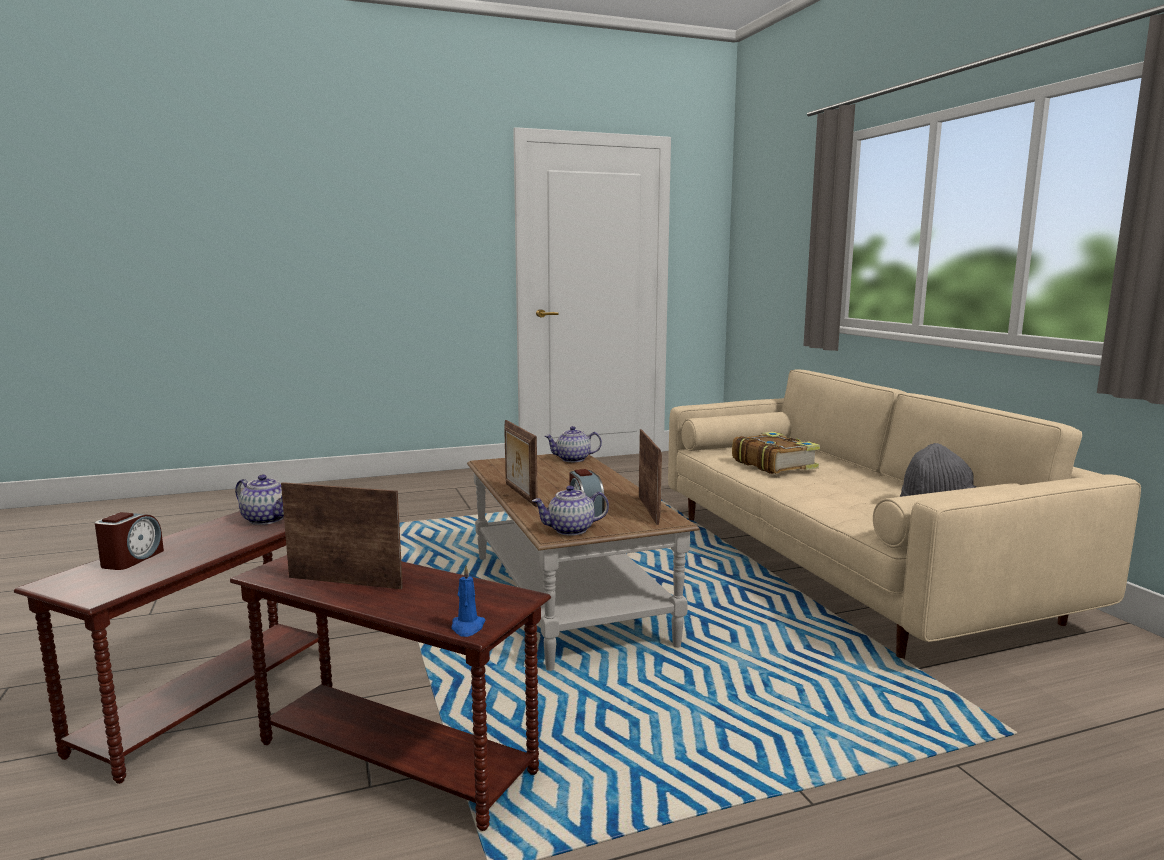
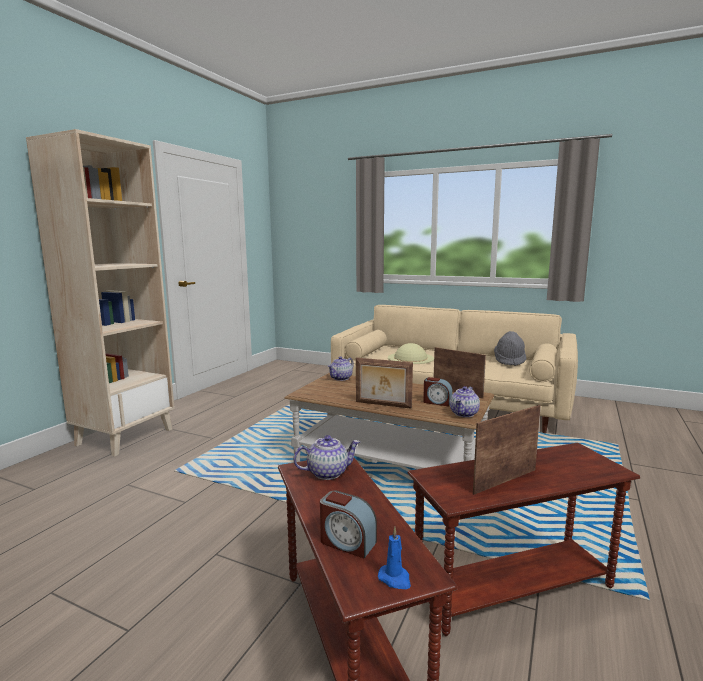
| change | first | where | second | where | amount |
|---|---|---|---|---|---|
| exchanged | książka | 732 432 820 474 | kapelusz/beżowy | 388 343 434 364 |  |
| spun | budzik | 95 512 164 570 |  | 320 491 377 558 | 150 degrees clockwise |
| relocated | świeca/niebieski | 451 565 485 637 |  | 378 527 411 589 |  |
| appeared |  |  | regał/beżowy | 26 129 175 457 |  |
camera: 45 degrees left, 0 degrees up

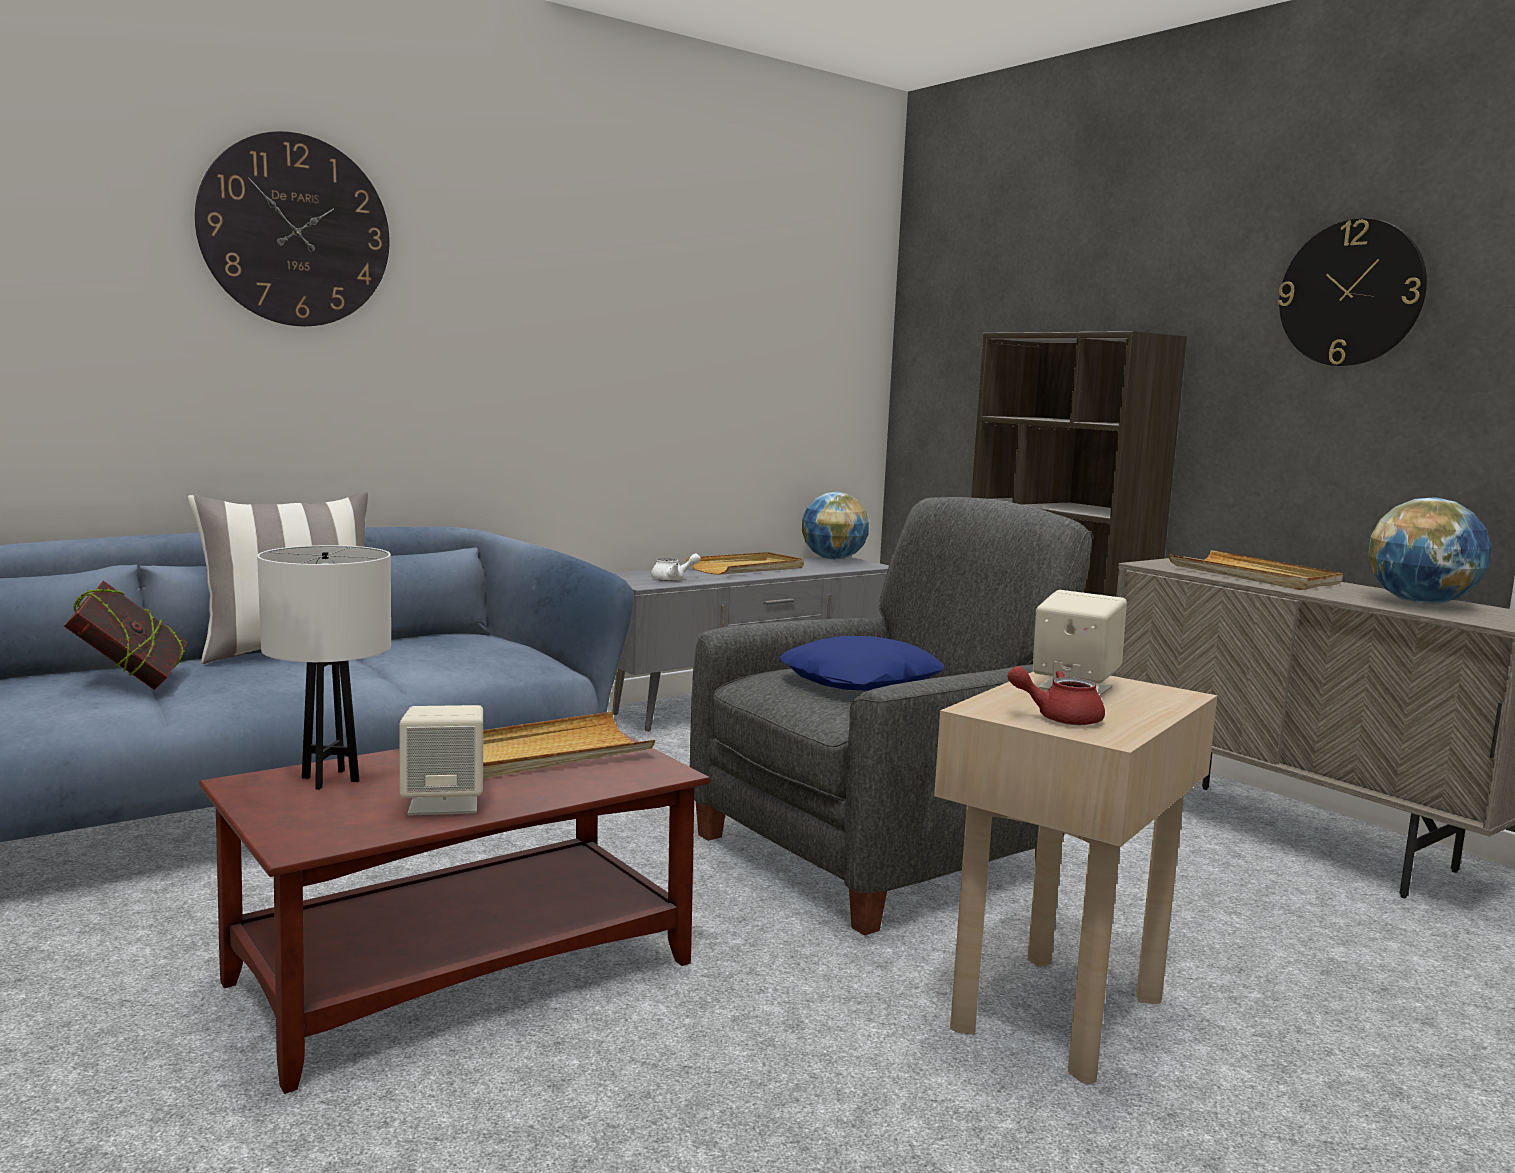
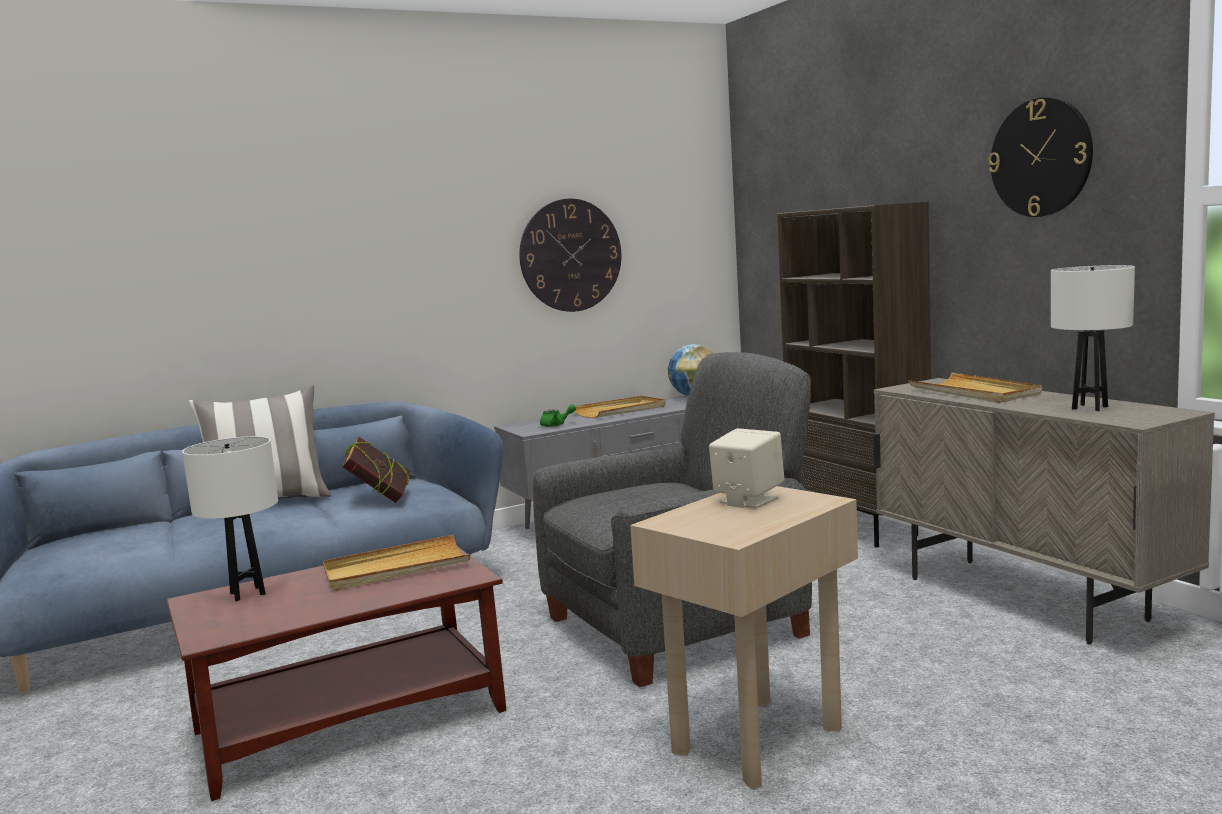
| change | first | where | second | where | amount |
|---|---|---|---|---|---|
| relocated | zegar ścienny | 195 131 390 326 |  | 519 198 621 312 |  |
| exchanged | globus | 1368 497 1492 604 | lampa stołowa/biały | 1051 265 1135 411 |  |
| colour | imbryk/biały | 651 554 701 581 | imbryk/zielony | 540 404 576 427 |  |
| relocated | książka | 64 580 188 690 |  | 342 437 410 503 |  |
| missing | poduszka/niebieski | 779 636 944 691 |  |  |  |
| missing | imbryk/czerwony | 1007 666 1105 725 |  |  |  |
| missing | głośnik/beżowy | 400 705 483 815 |  |  |  |
camera: 10 degrees right, 0 degrees up

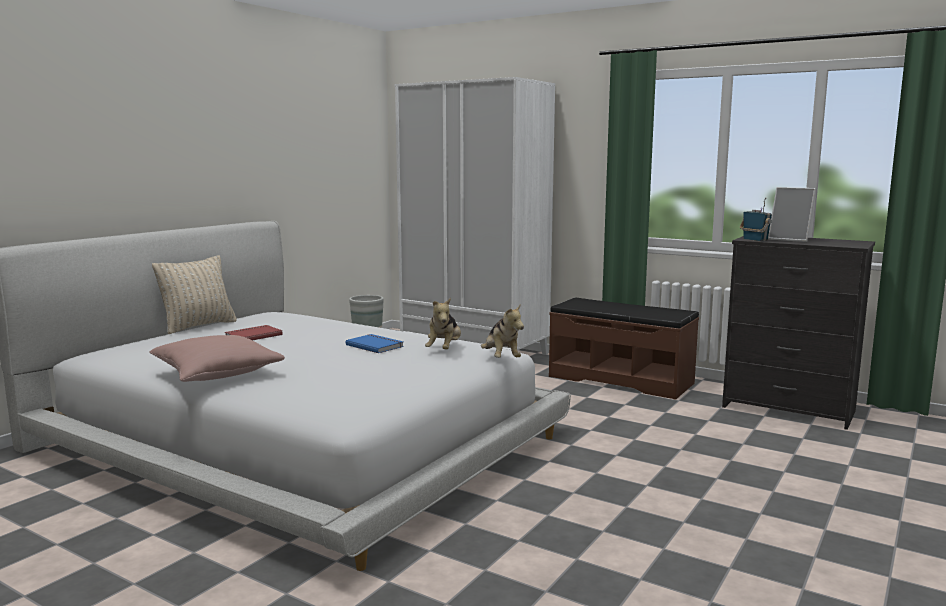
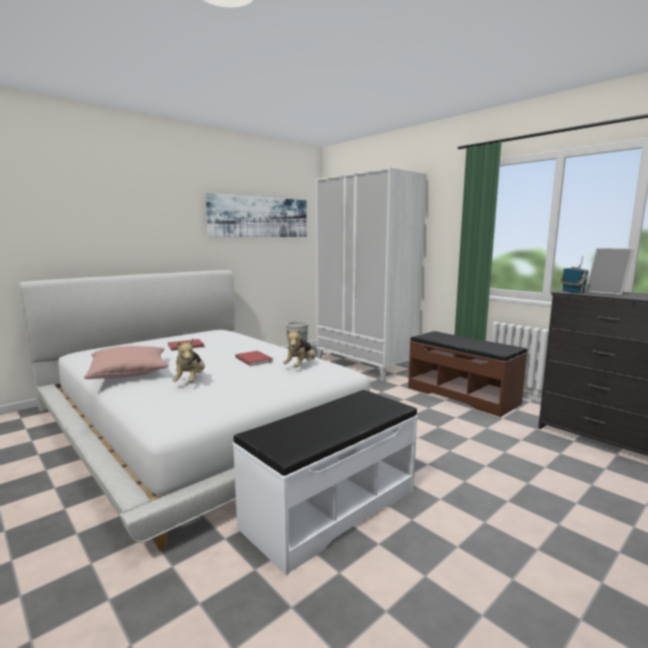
| change | first | where | second | where | amount |
|---|---|---|---|---|---|
| missing | poduszka/beżowy | 152 255 237 334 |  |  |  |
| relocated | pluszak | 481 304 524 358 |  | 173 339 205 383 |  |
| colour | książka/niebieski | 346 334 404 353 | książka/czerwony | 235 351 273 366 |  |
| appeared |  |  | obraz | 205 193 307 237 |  |
| appeared |  |  | ławka/biały | 233 390 418 575 |  |
camera: 15 degrees right, 0 degrees up

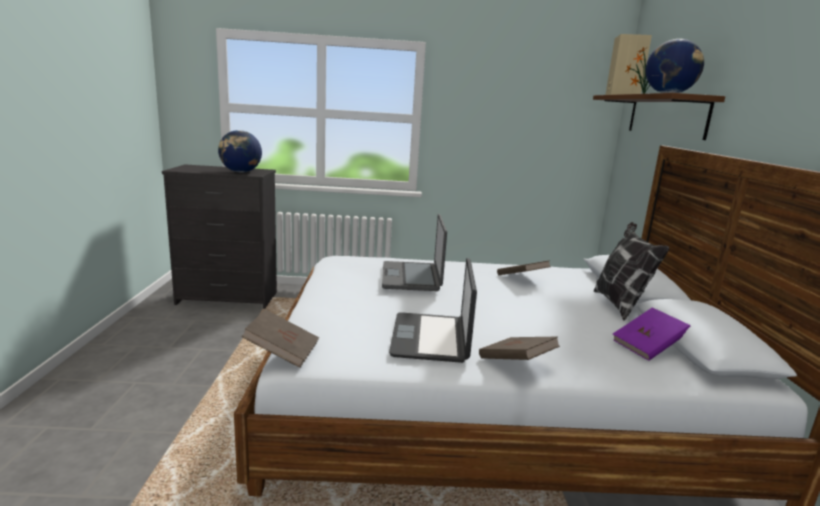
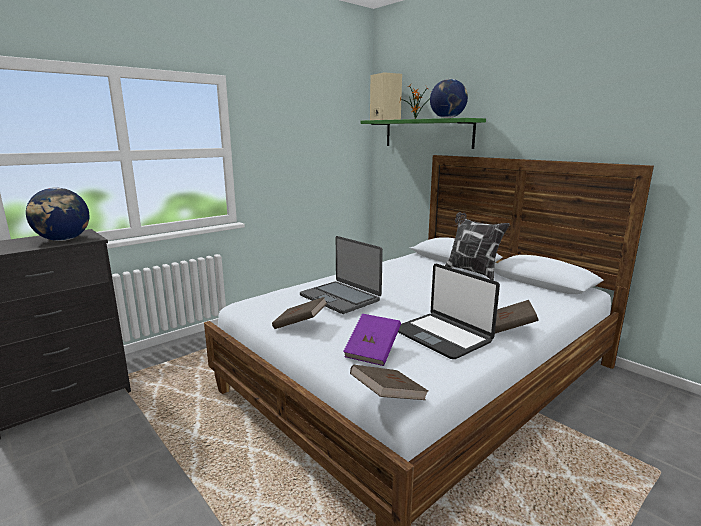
| change | first | where | second | where | amount |
|---|---|---|---|---|---|
| colour | półka/brązowy | 593 93 725 140 | półka/zielony | 361 118 486 149 |  |
| relocated | książka/brązowy | 497 260 550 275 |  | 272 297 327 329 |  |
| relocated | książka/fioletowy | 613 307 690 361 |  | 343 314 401 366 |  |
camera: 40 degrees left, 0 degrees up

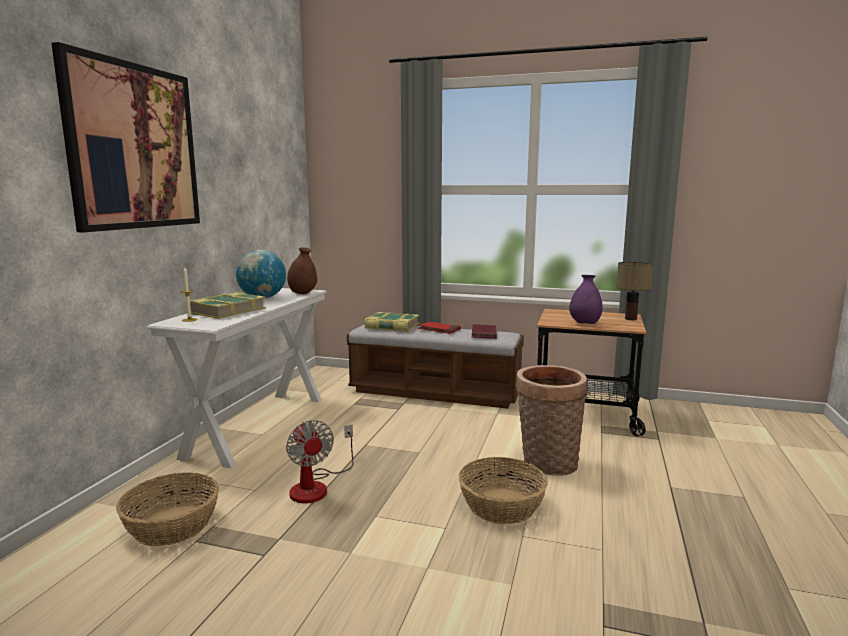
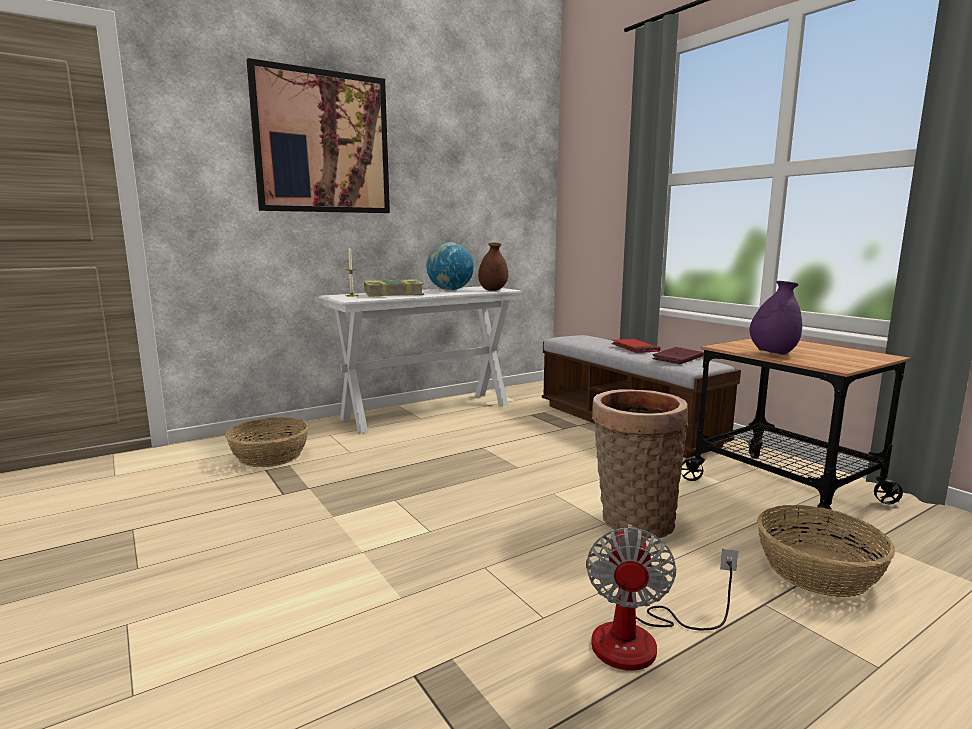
| change | first | where | second | where | amount |
|---|---|---|---|---|---|
| missing | lampa stołowa | 616 262 653 320 |  |  |  |
| missing | książka | 364 312 419 332 |  |  |  |
| relocated | wentylator | 286 420 353 503 |  | 586 524 739 671 |  |
| relocated | koszyk | 459 457 548 524 |  | 757 505 896 597 |  |
camera: 40 degrees right, 0 degrees up

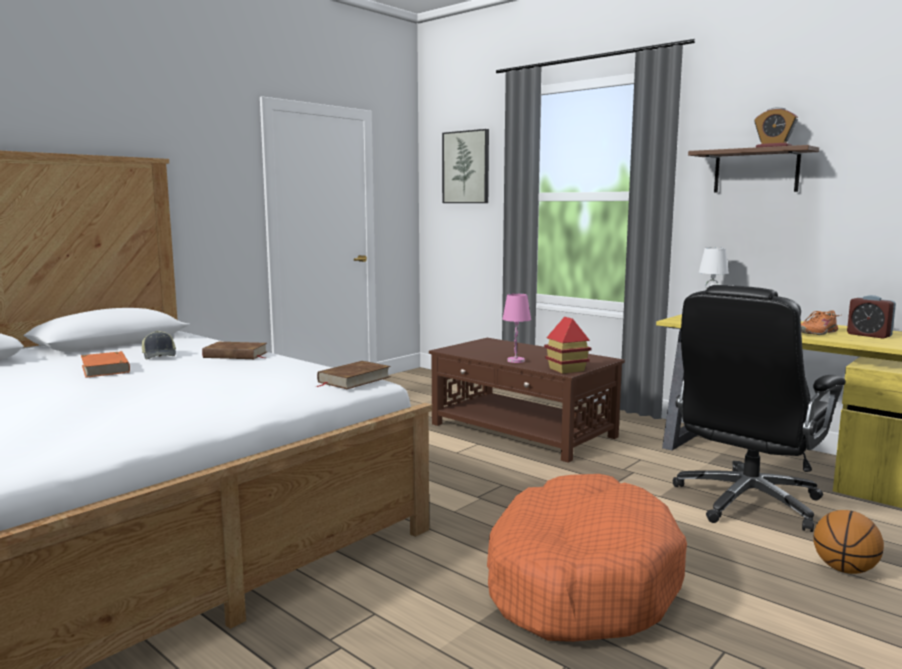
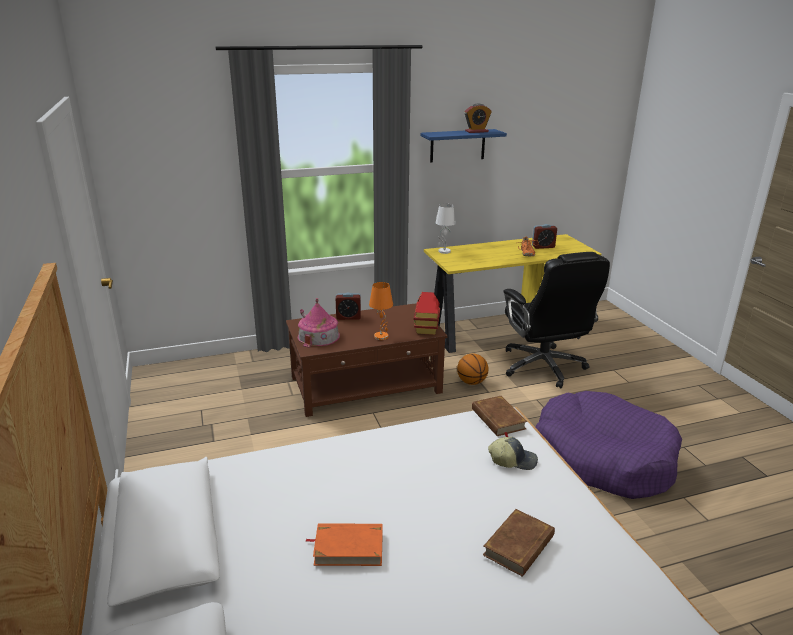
| change | first | where | second | where | amount |
|---|---|---|---|---|---|
| missing | obraz | 442 129 489 203 |  |  |  |
| colour | półka/brązowy | 688 145 819 193 | półka/niebieski | 421 129 507 162 |  |
| colour | lampa stołowa/różowy | 503 293 531 363 | lampa stołowa/pomarańczowy | 369 282 393 340 |  |
| relocated | czapka z daszkiem | 142 331 176 359 |  | 488 437 538 470 |  |
| relocated | książka/brązowy | 202 342 267 359 |  | 483 509 555 577 |  |
| colour | legowisko/pomarańczowy | 487 474 687 642 | legowisko/fioletowy | 535 391 682 499 |  |
| relocated | piłka do koszykówki | 813 510 884 574 |  | 457 354 489 385 |  |
| appeared |  |  | budzik | 336 293 361 320 |  |
| appeared |  |  | domek | 298 298 340 348 |  |
camera: 60 degrees left, 15 degrees up

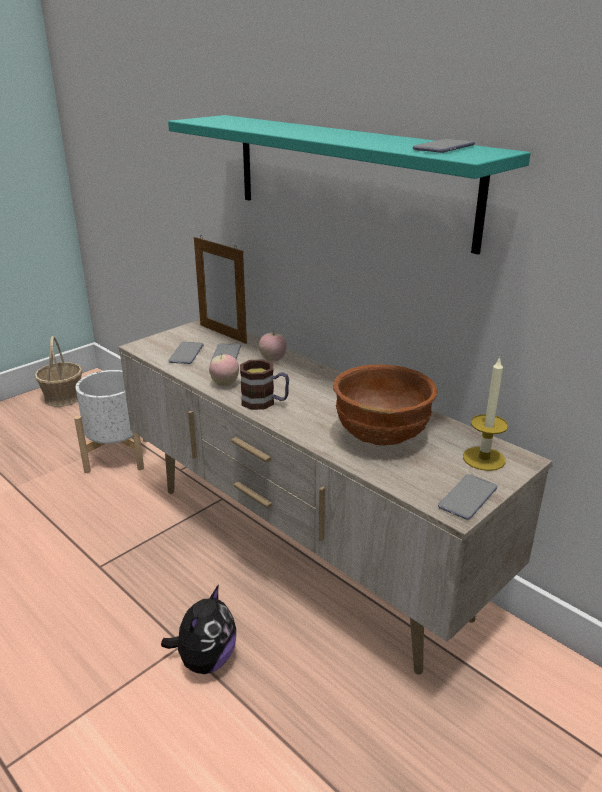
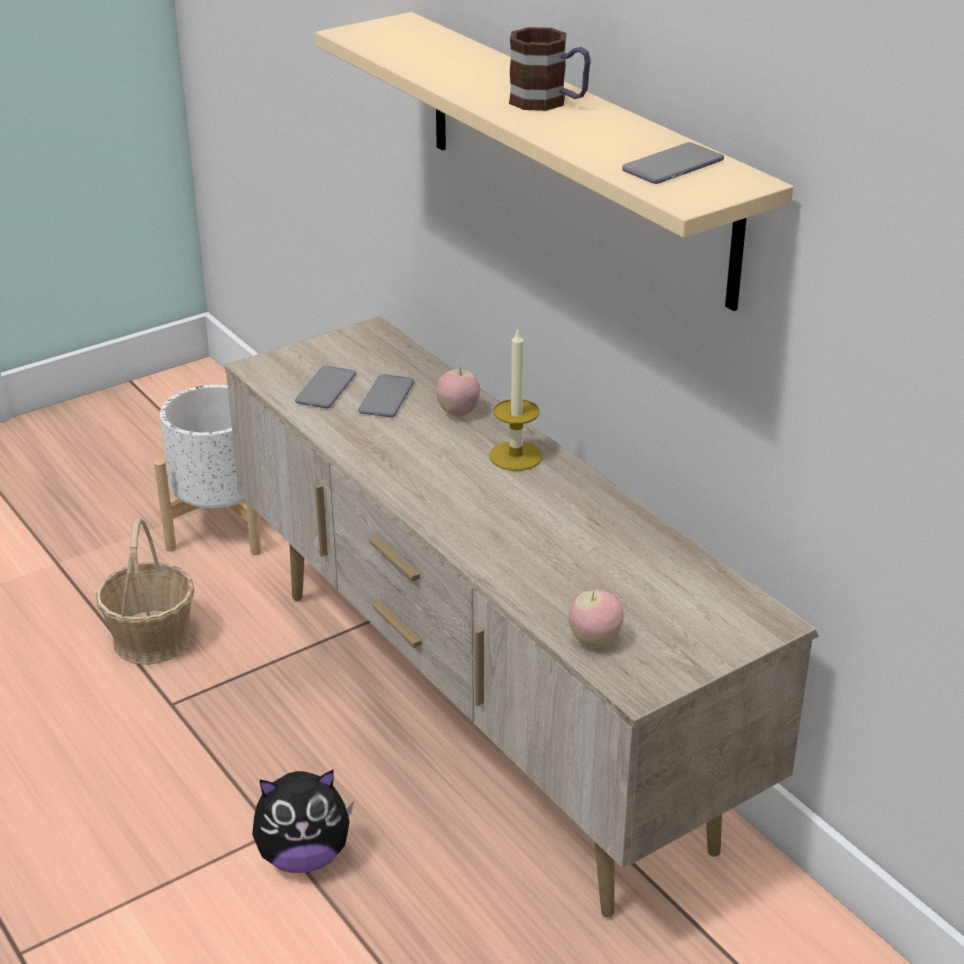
| change | first | where | second | where | amount |
|---|---|---|---|---|---|
| colour | półka/turkusowy | 168 115 531 255 | półka/beżowy | 315 12 793 311 |  |
| missing | ramka na zdjęcie | 194 235 247 344 |  |  |  |
| relocated | koszyk | 35 336 83 407 |  | 96 517 194 665 |  |
| relocated | jabłko | 209 352 239 386 |  | 568 590 624 648 |  |
| relocated | świeca | 463 357 508 471 |  | 490 329 543 471 |  |
| relocated | kubek | 240 359 289 410 |  | 509 27 591 111 |  |
| missing | miska/brązowy | 333 365 437 445 |  |  |  |
| missing | telefon | 438 474 497 520 |  |  |  |
| spun | pluszak | 161 585 236 674 |  | 252 770 354 873 | 45 degrees clockwise |
camera: 10 degrees right, 5 degrees up

